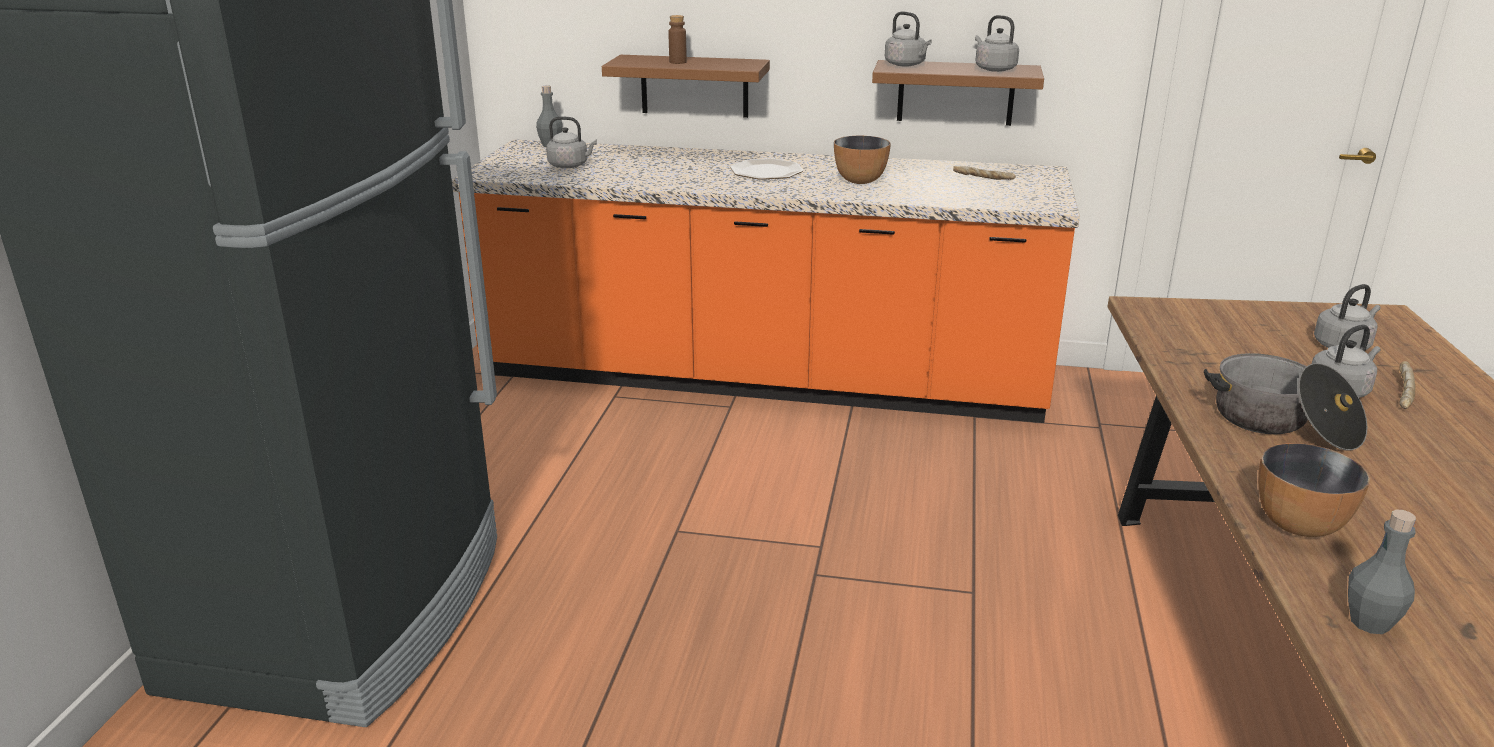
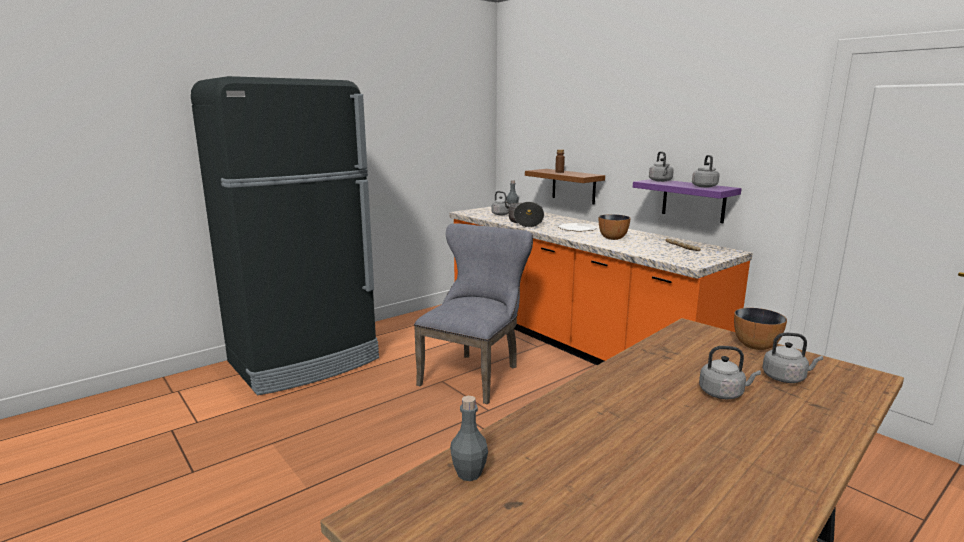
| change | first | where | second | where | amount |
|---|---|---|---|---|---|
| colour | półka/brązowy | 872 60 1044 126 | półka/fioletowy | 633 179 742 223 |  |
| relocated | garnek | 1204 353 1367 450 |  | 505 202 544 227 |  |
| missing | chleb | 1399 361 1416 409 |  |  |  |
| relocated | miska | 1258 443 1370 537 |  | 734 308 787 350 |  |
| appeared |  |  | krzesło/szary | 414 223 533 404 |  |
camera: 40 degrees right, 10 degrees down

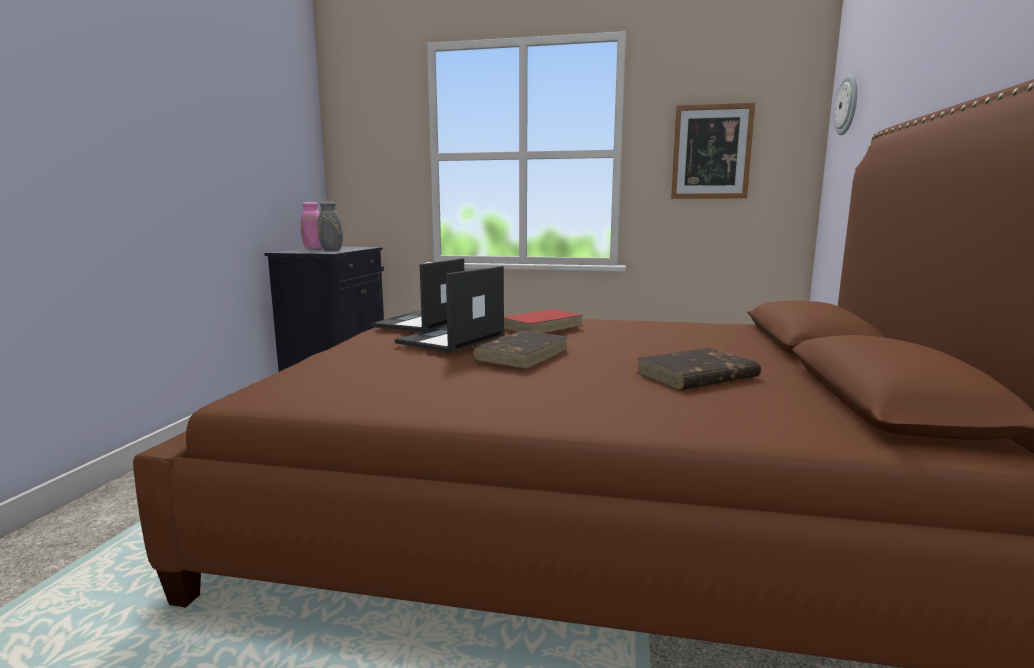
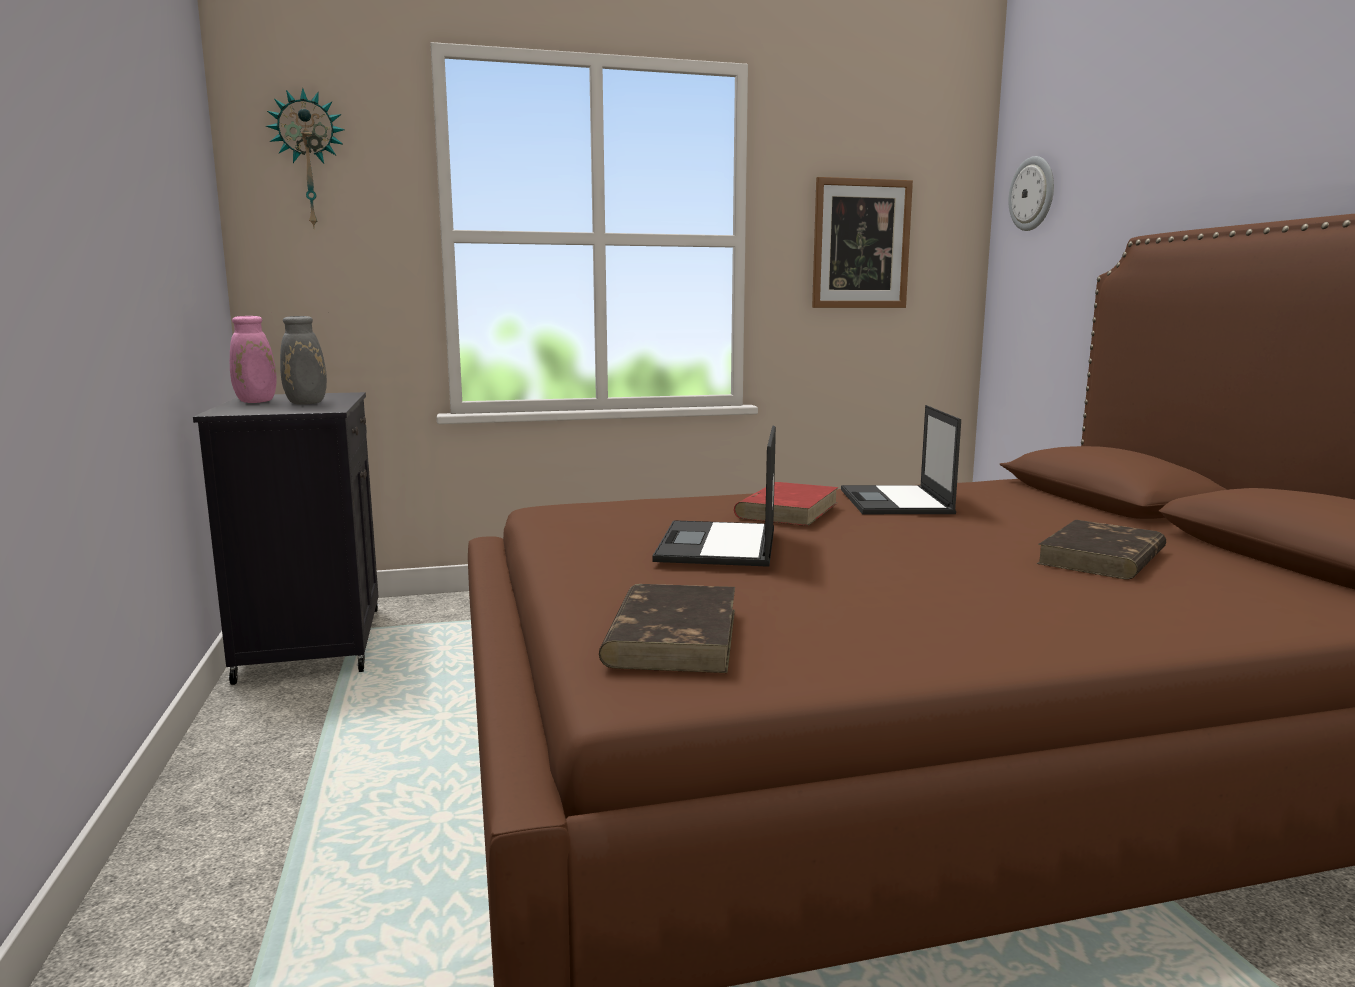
| change | first | where | second | where | amount |
|---|---|---|---|---|---|
| relocated | laptop | 371 258 464 332 |  | 841 405 961 514 |  |
| relocated | książka/brązowy | 472 331 569 369 |  | 599 584 735 673 |  |
| appeared |  |  | zegar ścienny | 266 88 345 227 |  |
camera: 25 degrees left, 0 degrees up

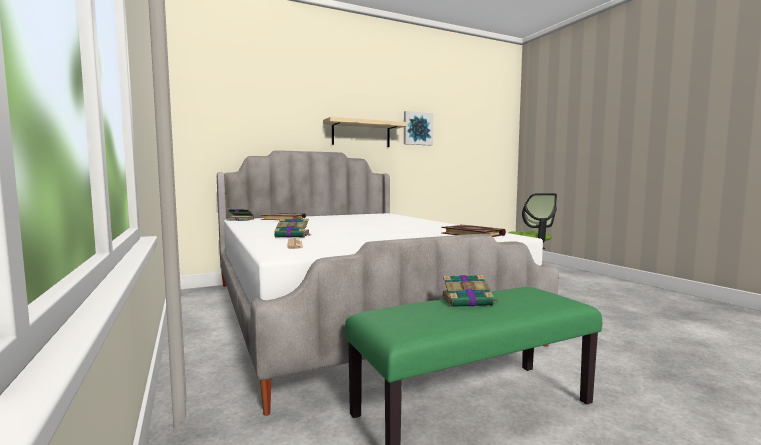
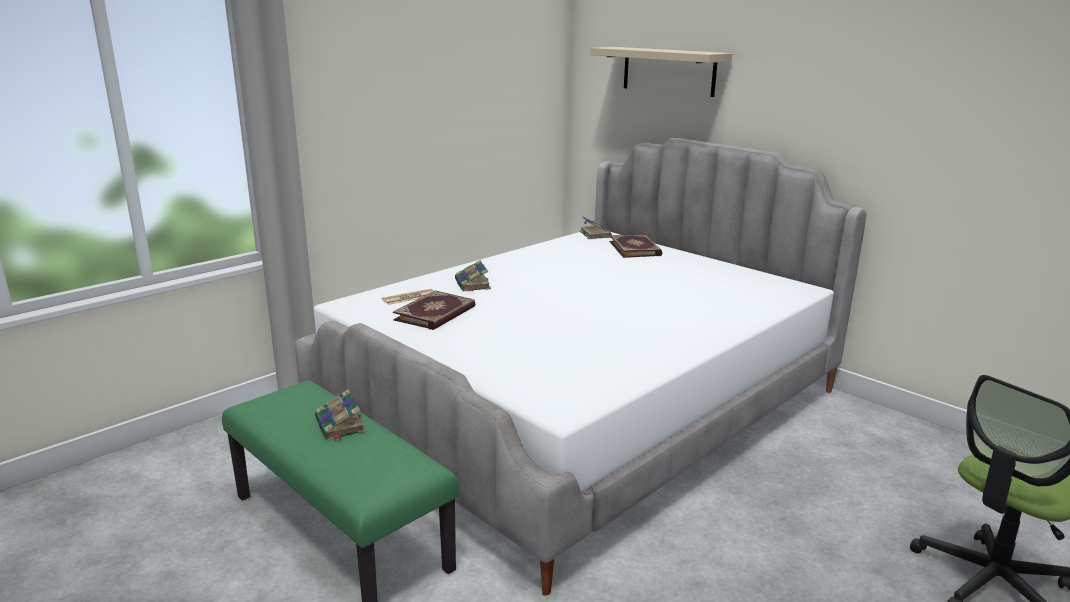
| change | first | where | second | where | amount |
|---|---|---|---|---|---|
| missing | obraz | 404 111 433 145 |  |  |  |
| relocated | półka/beżowy | 323 117 407 147 |  | 590 47 732 97 |  |
| relocated | książka | 441 225 506 237 |  | 393 290 475 330 |  |
camera: 70 degrees right, 15 degrees up

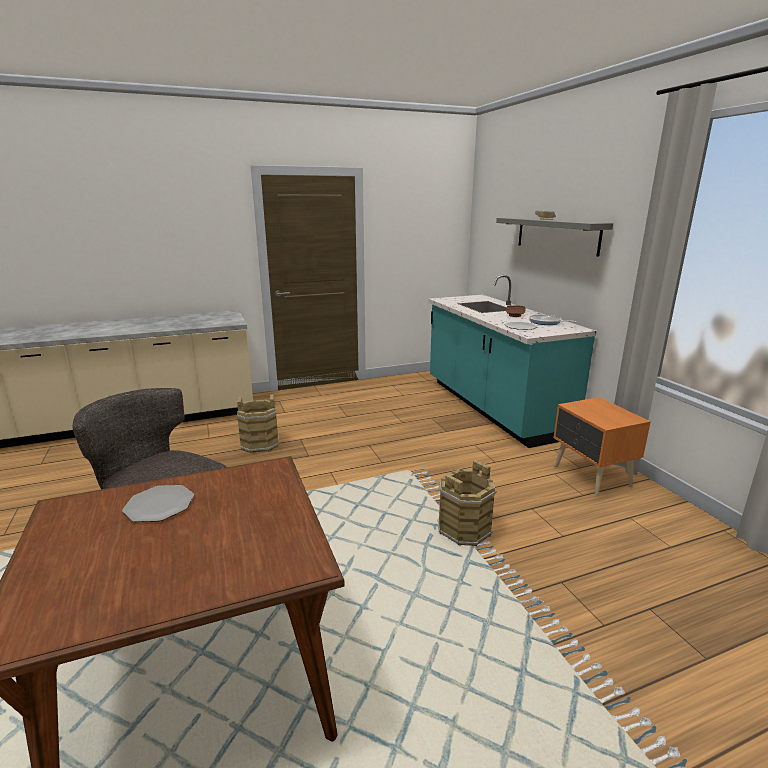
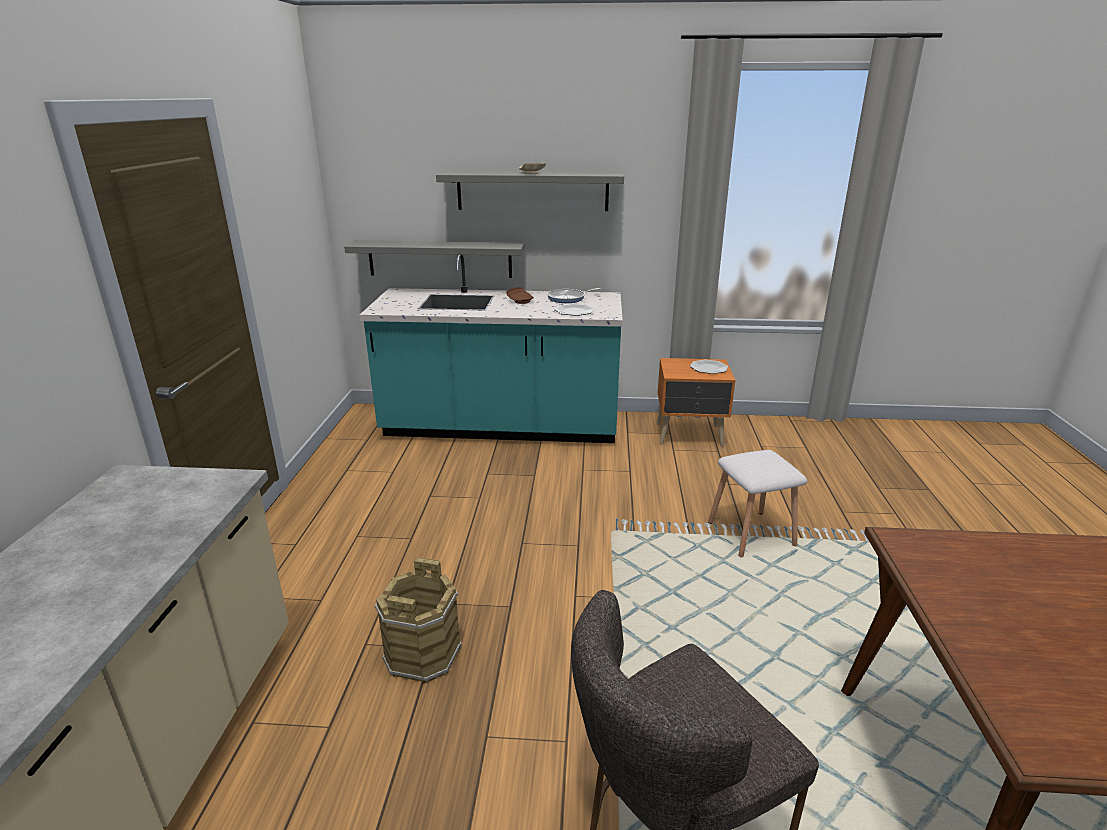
| change | first | where | second | where | amount |
|---|---|---|---|---|---|
| exchanged | wiadro/brązowy | 438 460 497 546 | stołek/biały | 708 450 807 558 |  |
| relocated | talerz | 122 485 194 522 |  | 690 360 728 374 |  |
| appeared |  |  | półka/szary | 344 240 524 278 |  |
camera: 65 degrees left, 5 degrees up

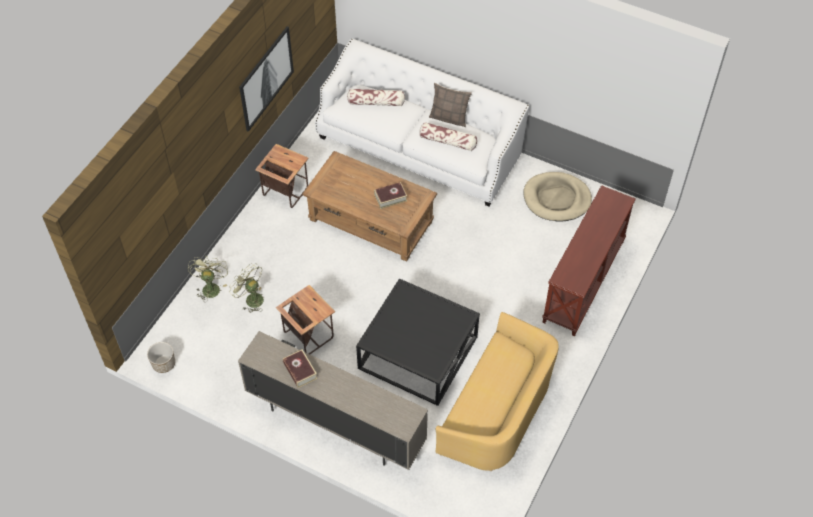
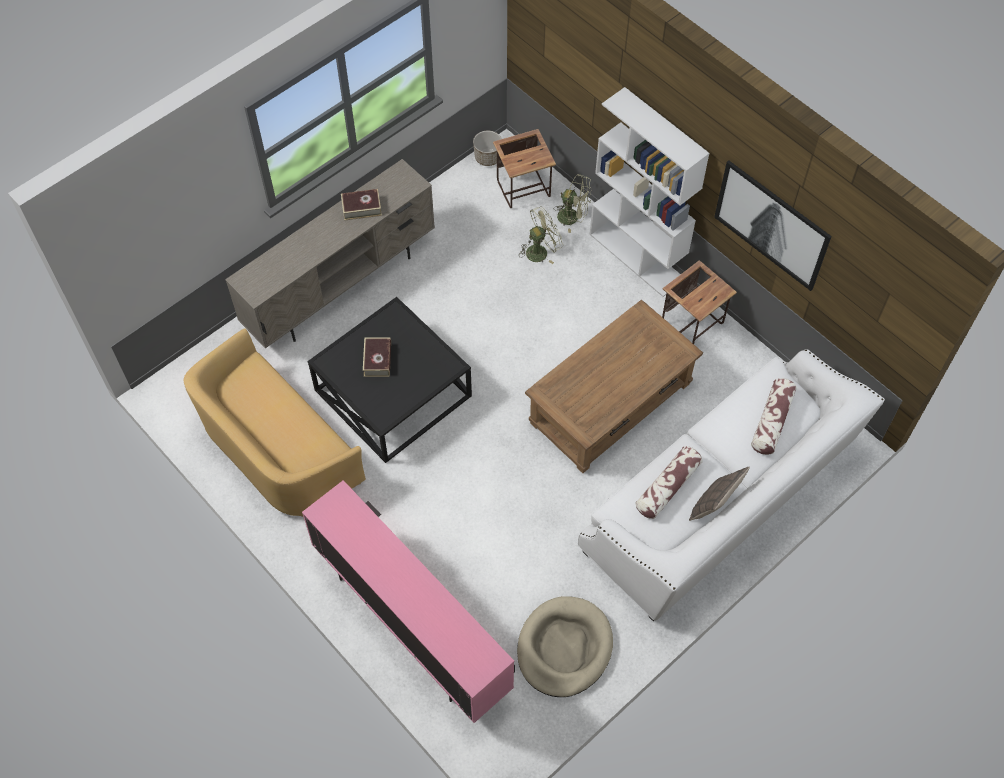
| change | first | where | second | where | amount |
|---|---|---|---|---|---|
| relocated | książka | 374 182 407 209 |  | 363 337 391 377 |  |
| exchanged | stolik konsolowy/brązowy | 542 185 635 336 | szafka pod telewizor/różowy | 302 480 515 723 |  |
| relocated | stolik | 276 285 335 354 |  | 493 129 556 208 |  |
| appeared |  |  | regał/biały | 590 87 709 297 |  |
camera: 110 degrees right, 5 degrees up

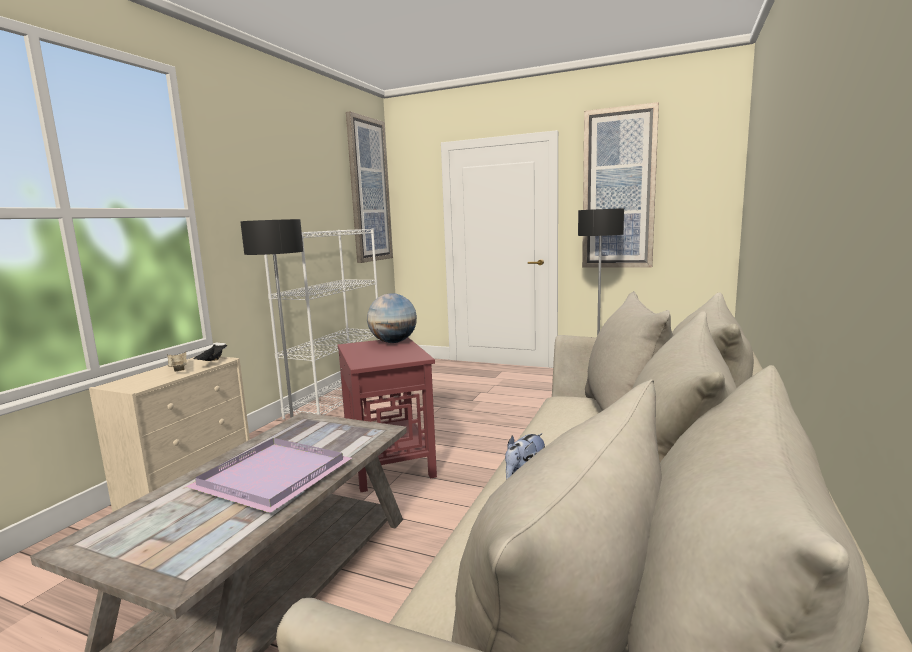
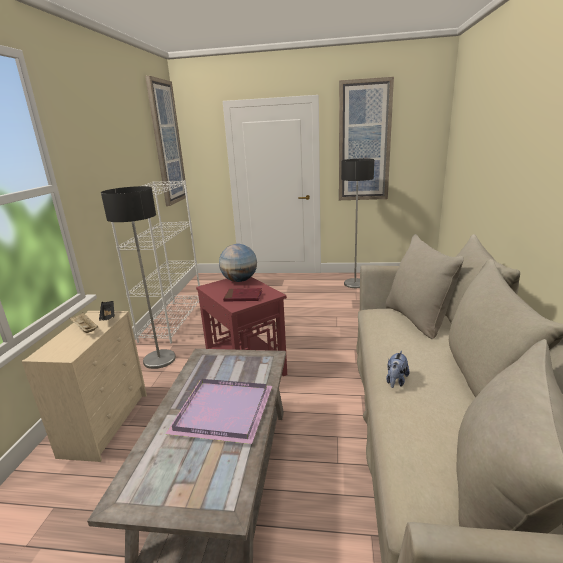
| change | first | where | second | where | amount |
|---|---|---|---|---|---|
| appeared |  |  | książka/czerwony | 223 288 262 302 |  |
camera: 15 degrees left, 10 degrees up

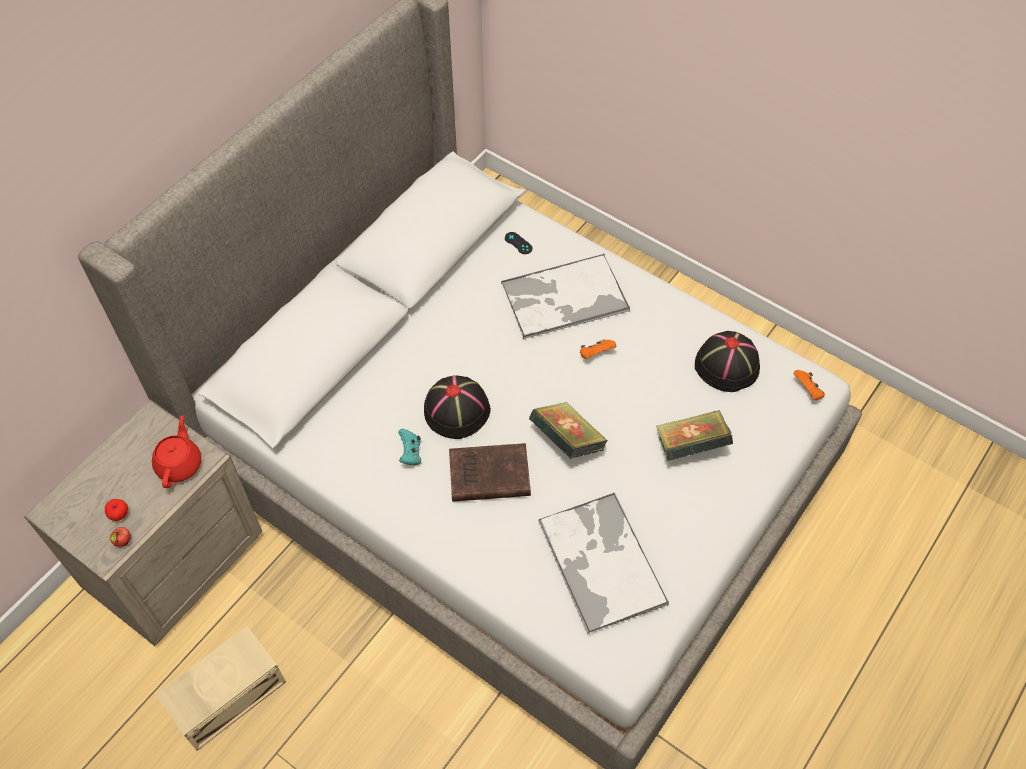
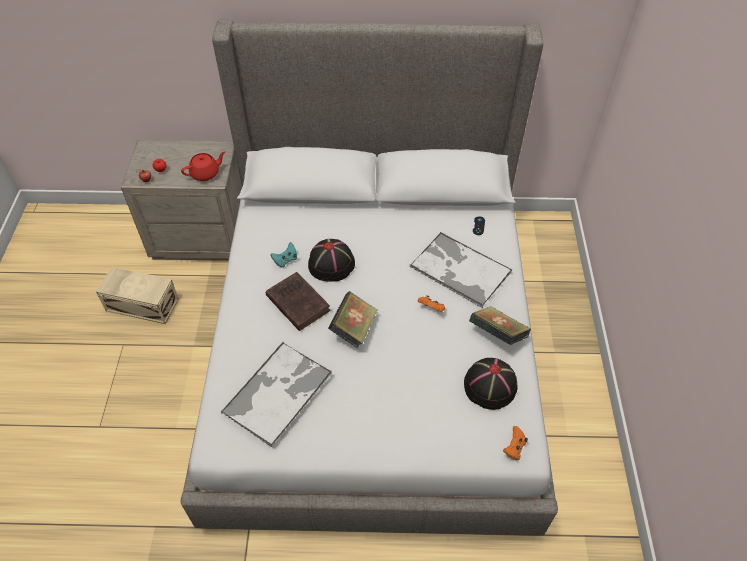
| change | first | where | second | where | amount |
|---|---|---|---|---|---|
| relocated | książka | 656 410 733 461 |  | 469 306 531 345 |  |
camera: 55 degrees right, 5 degrees down

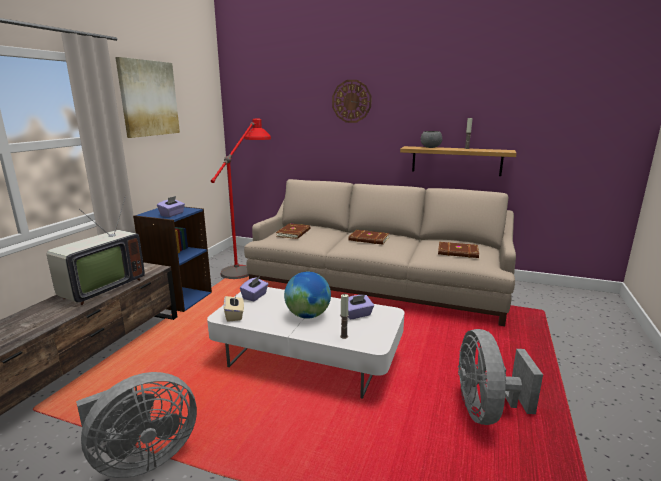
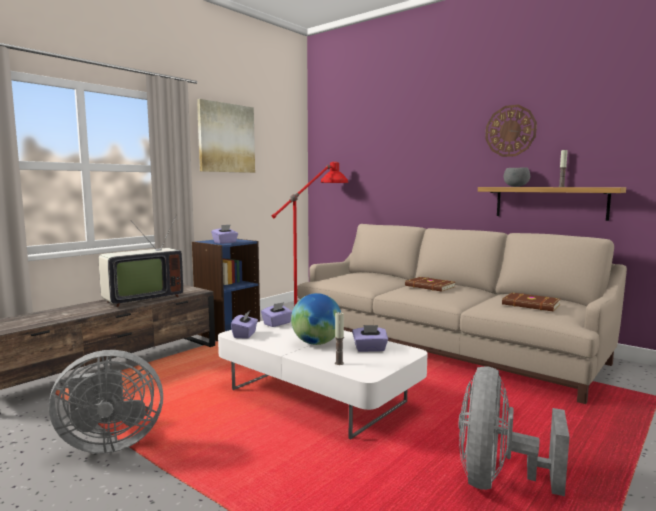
| change | first | where | second | where | amount |
|---|---|---|---|---|---|
| relocated | zegar ścienny | 332 80 372 123 |  | 485 105 537 157 |  |
| missing | książka/brązowy | 276 223 310 239 |  |  |  |
| colour | pudełko chusteczek/beżowy | 224 296 244 322 | pudełko chusteczek/fioletowy | 231 311 258 339 |  |
camera: 20 degrees right, 10 degrees down

